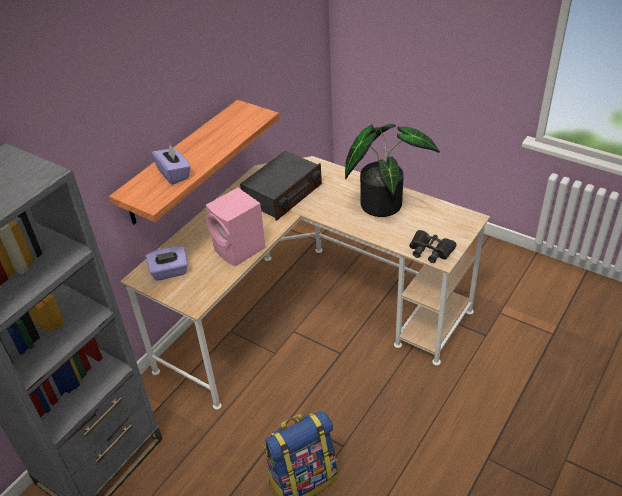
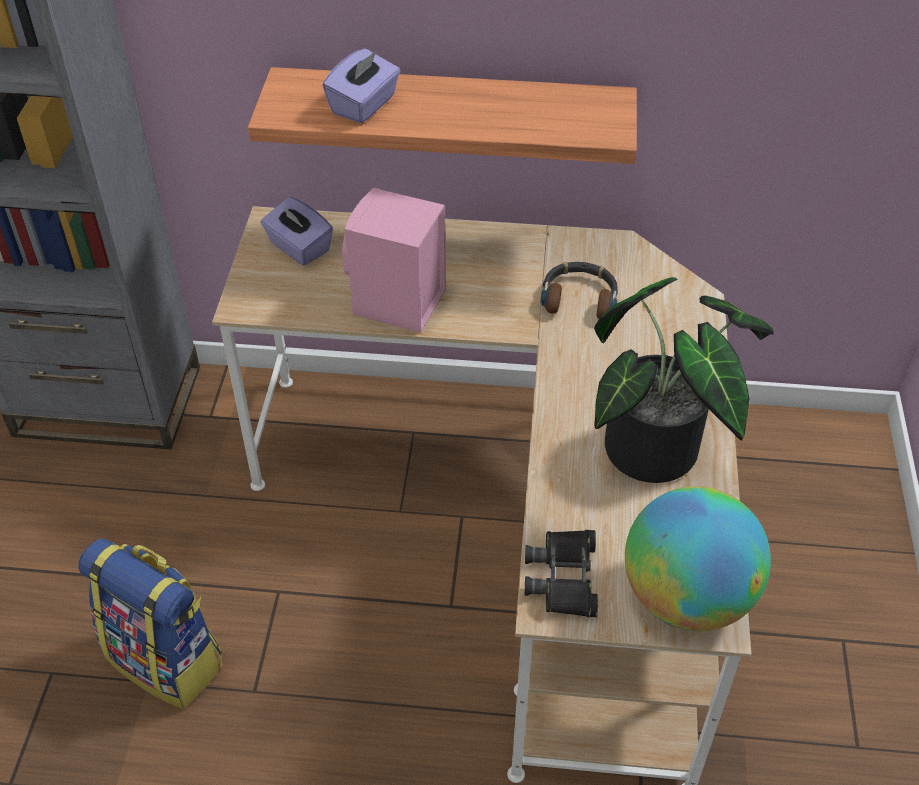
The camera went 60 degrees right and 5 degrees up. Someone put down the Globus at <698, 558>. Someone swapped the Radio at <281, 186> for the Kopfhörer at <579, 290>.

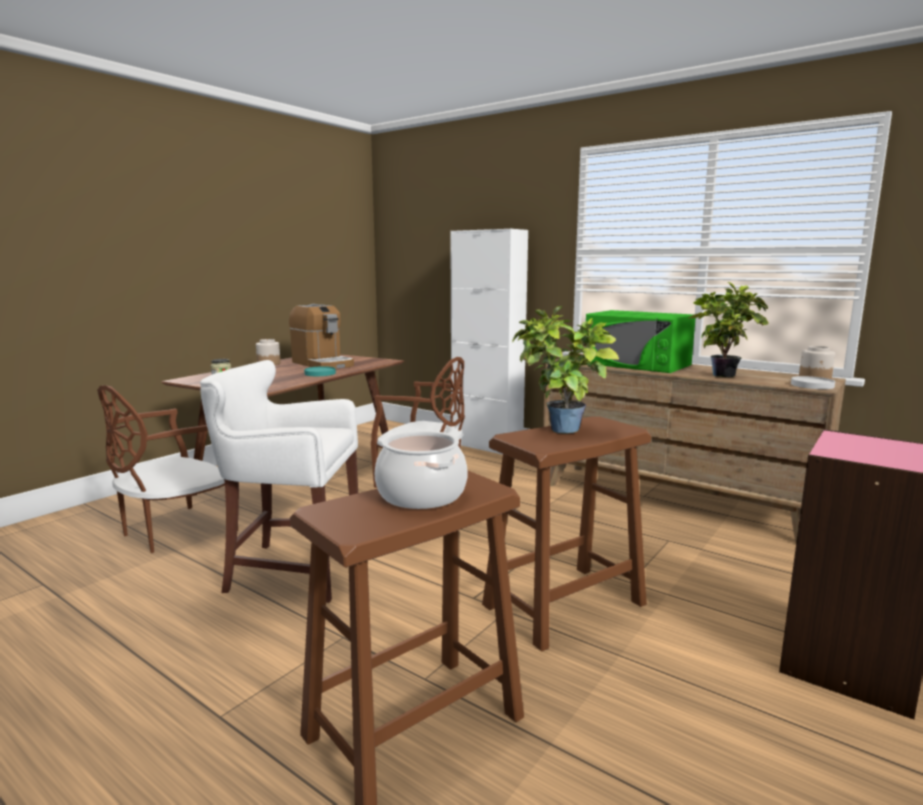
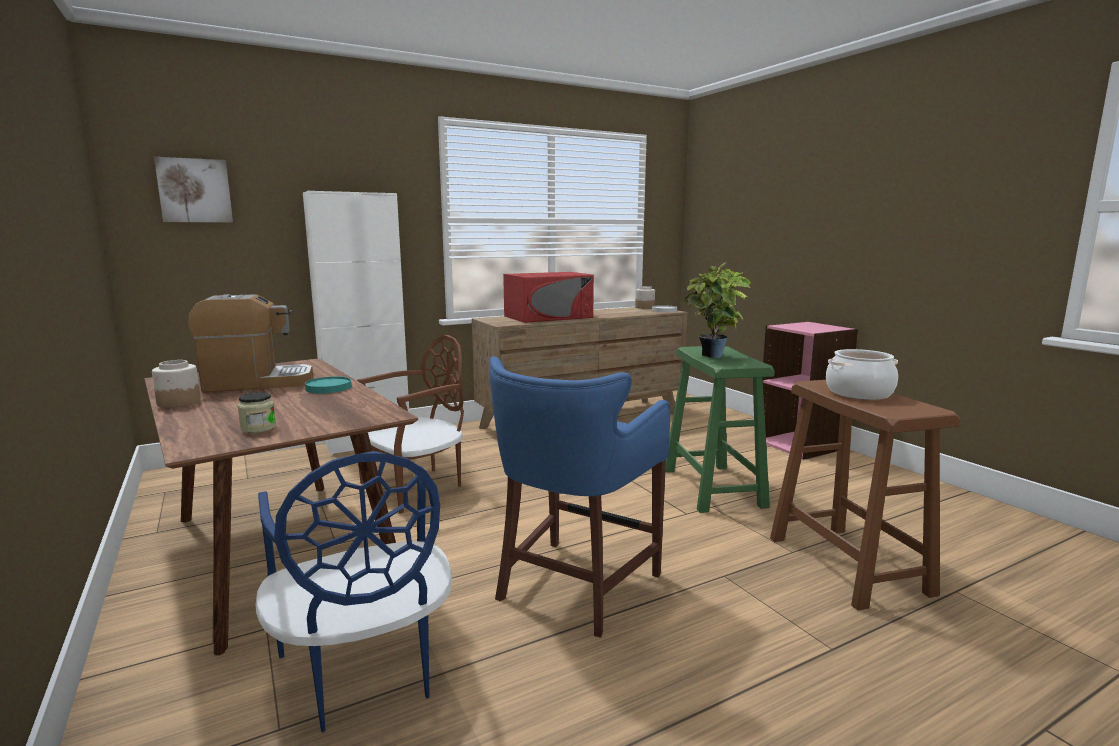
The camera went 65 degrees left and 0 degrees up. Someone took away the Topfpflanze at <728, 329>. Someone put up the Bild at <193, 190>. Someone repainted the Stuhl/braun at <167, 469>, which became the Stuhl/blau at <354, 591>. Someone repainted the Hocker/weiß at <279, 481>, which became the Hocker/blau at <579, 497>. Someone repainted the Hocker/braun at <566, 534>, which became the Hocker/grün at <720, 429>. Someone repainted the Mikrowelle/grün at <641, 341>, which became the Mikrowelle/rot at <548, 297>.

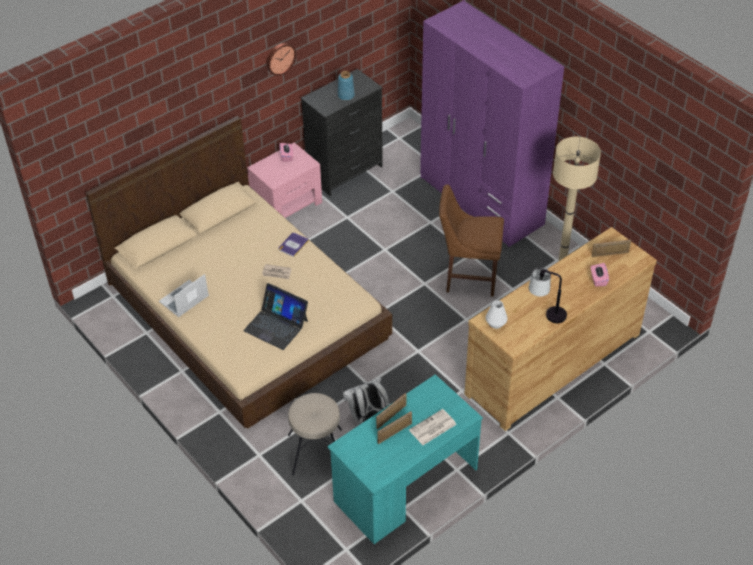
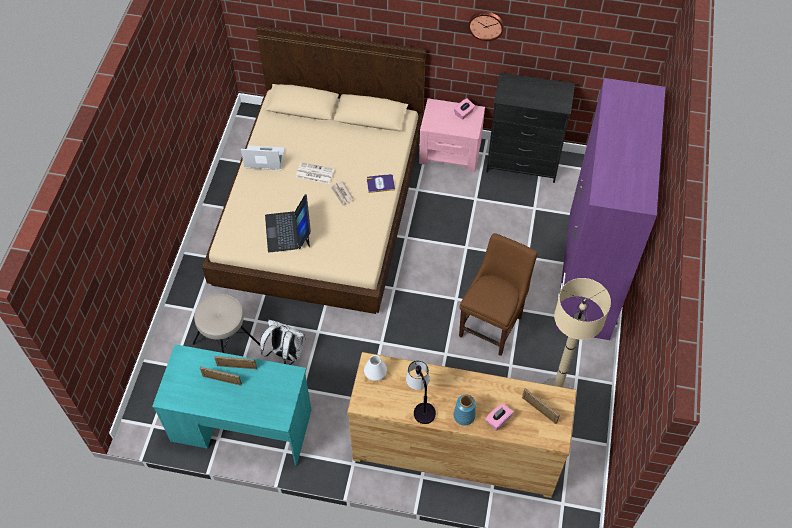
The camera went 50 degrees right and 10 degrees up. Someone carried the Vase/blau from <346, 86> to <465, 410>. Someone carried the Zeitung from <433, 427> to <315, 173>. Someone rotated the Stuhl/braun at <471, 241> by 60 degrees clockwise.

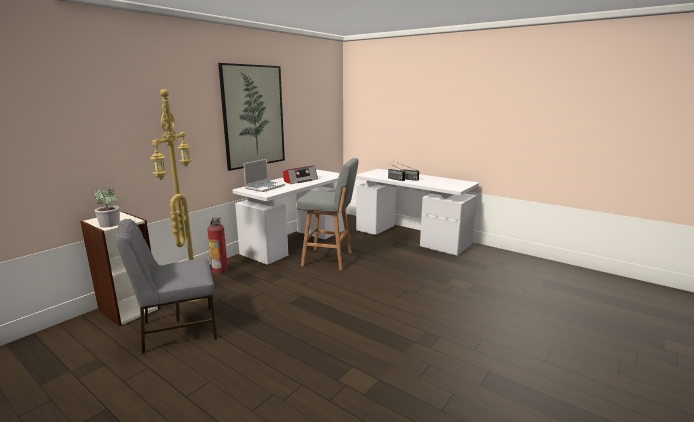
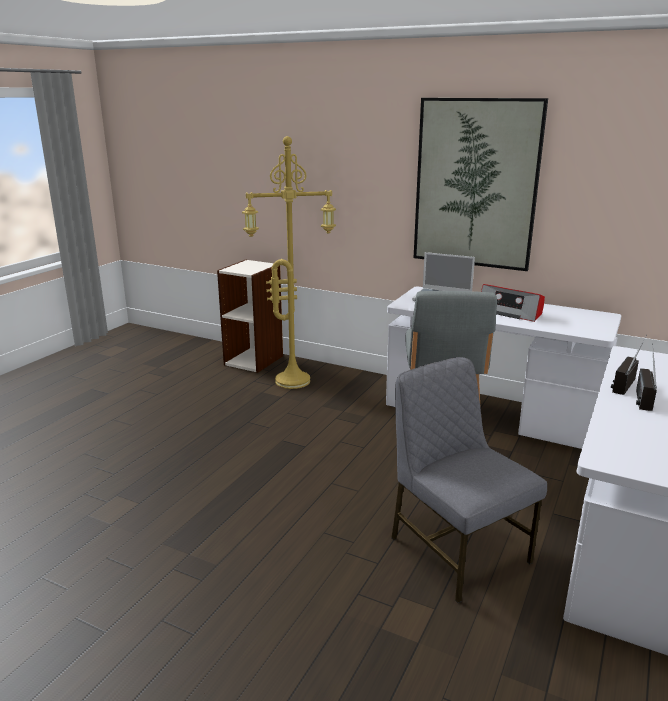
The camera went 80 degrees right and 5 degrees up. Someone took away the Topfpflanze at <107, 207>. Someone took away the Feuerlöscher at <217, 246>. Someone carried the Stuhl/grau from <166, 286> to <469, 480>.

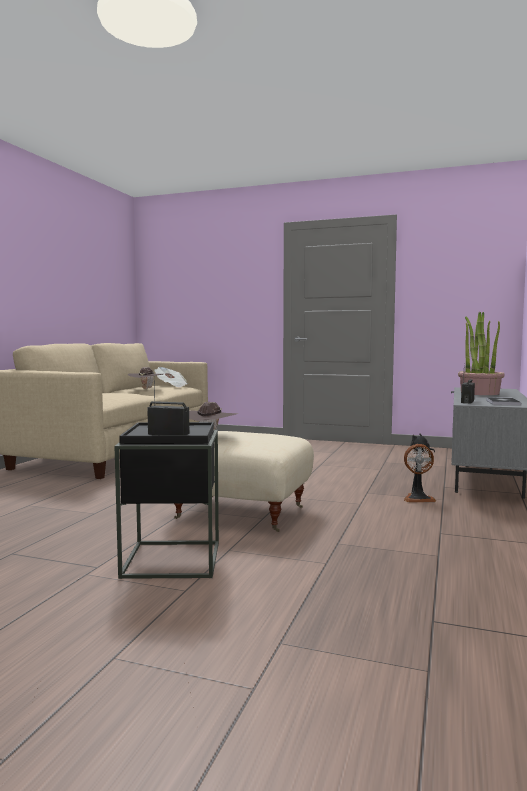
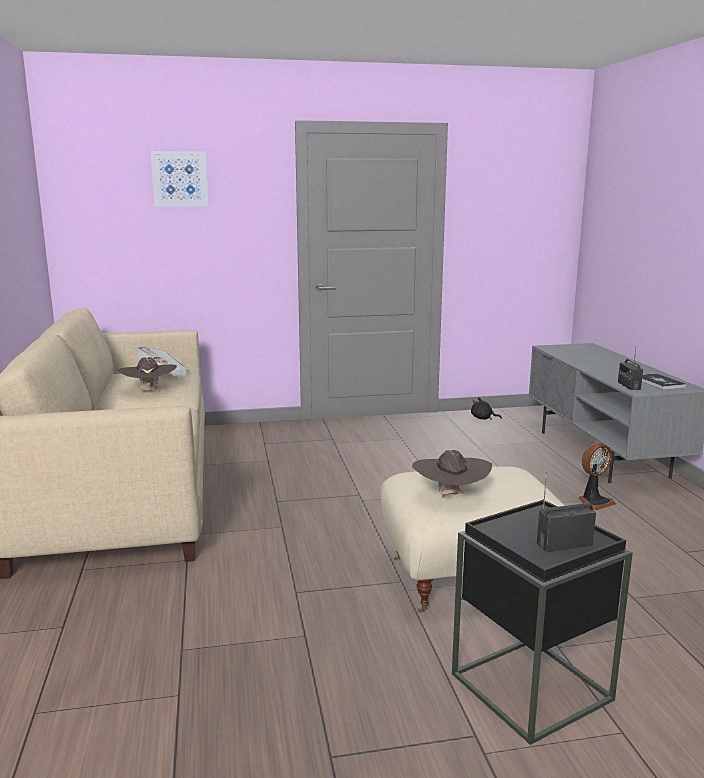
The camera went 30 degrees left and 10 degrees up. Someone took away the Topfpflanze at <481, 353>. Someone put up the Bild at <179, 179>.

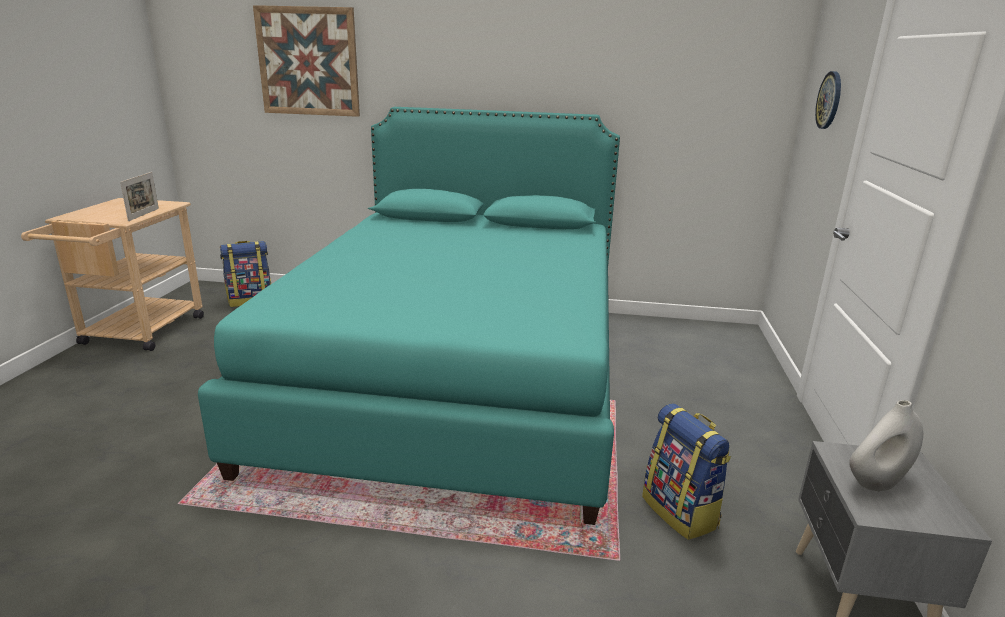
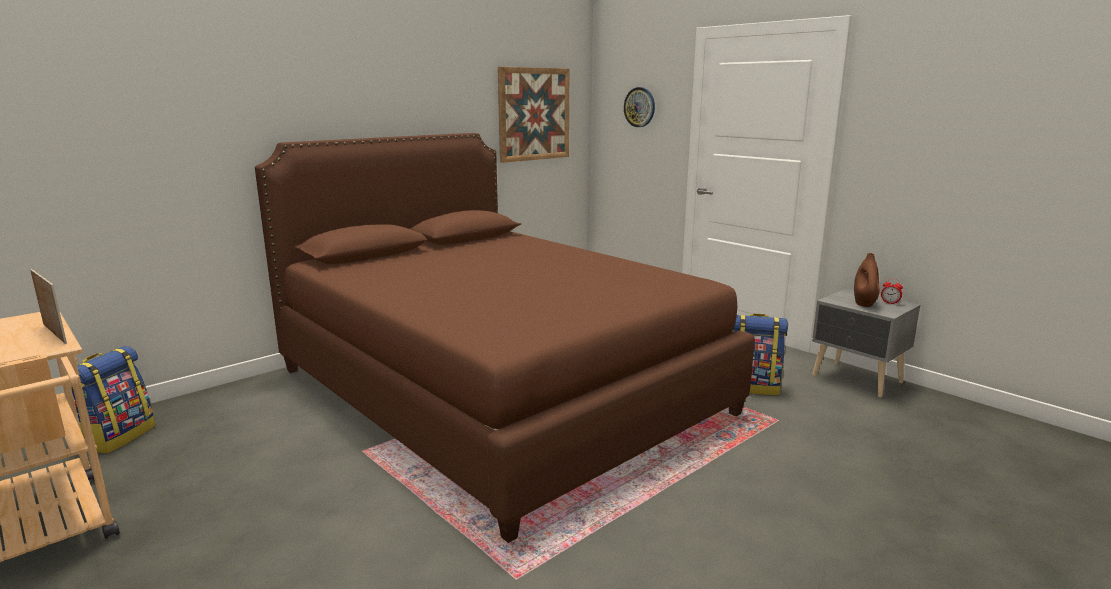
The camera went 50 degrees left and 5 degrees down. Someone put down the Wecker at <892, 292>. Someone carried the Bild from <306, 61> to <533, 115>. Someone repainted the Bett/türkis at <409, 316>, which became the Bett/braun at <505, 338>. Someone repainted the Vase/weiß at <886, 445>, which became the Vase/braun at <867, 280>.

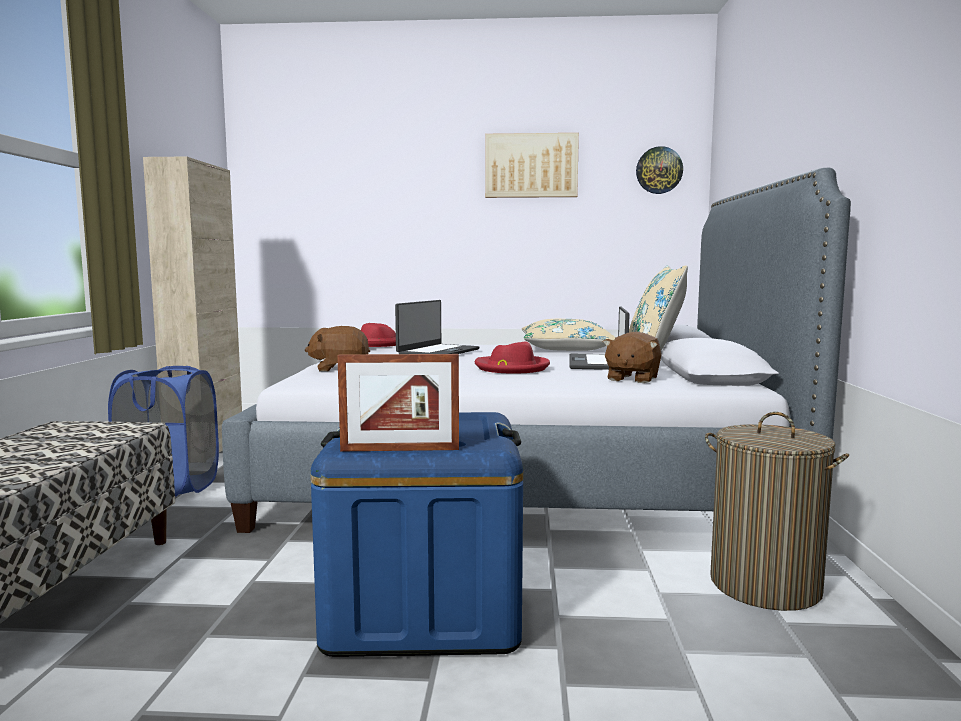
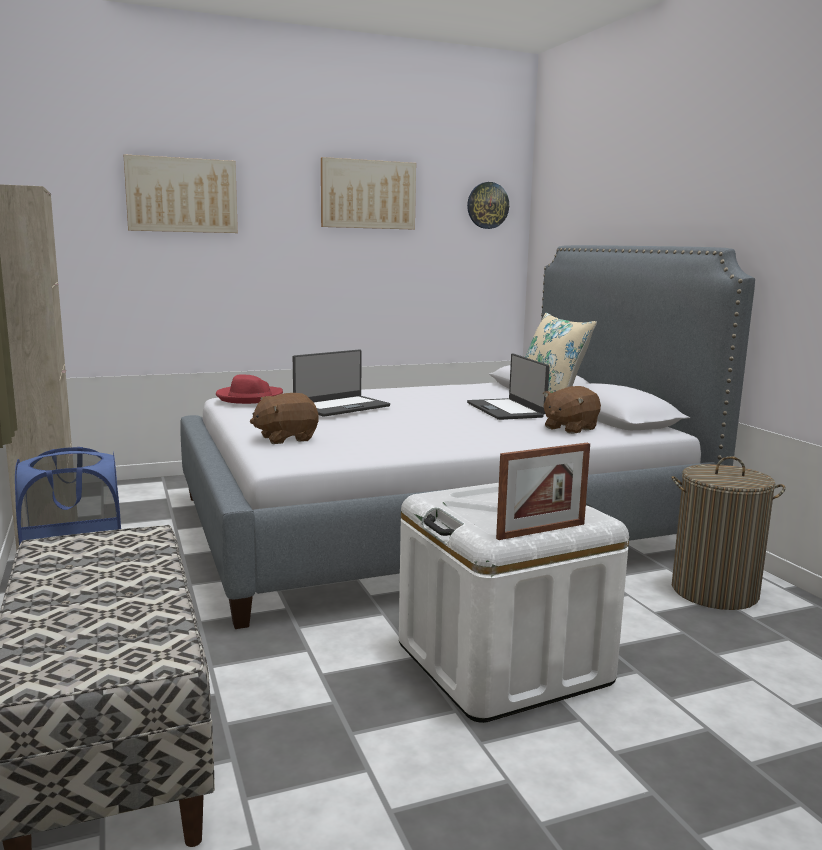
The camera went 25 degrees left and 5 degrees up. Someone took away the Hut/rot at <512, 358>. Someone took away the Kissen/beige at <569, 335>. Someone put up the Bild at <181, 193>. Someone repainted the Aufbewahrungsbox/blau at <417, 534>, which became the Aufbewahrungsbox/weiß at <514, 603>. Someone rotated the Laptop at <437, 327> by 45 degrees clockwise. Someone rotated the Plüschtier/braun at <632, 357> by 45 degrees clockwise.

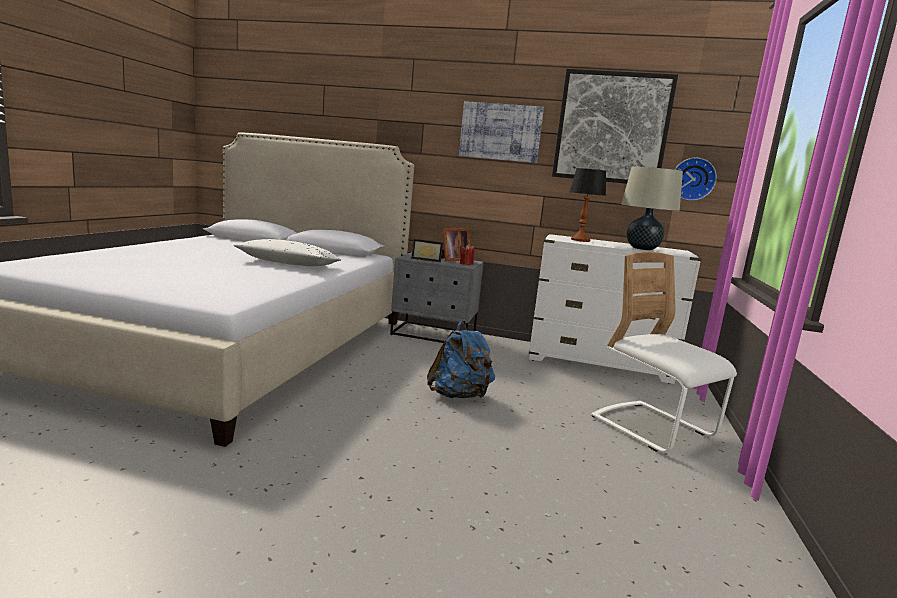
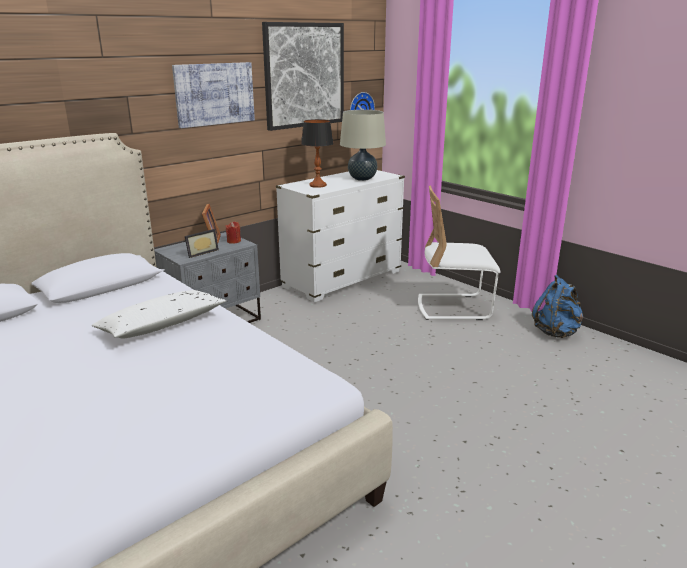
The camera went 55 degrees left and 10 degrees up. Someone carried the Rucksack/blau from <461, 360> to <557, 306>.

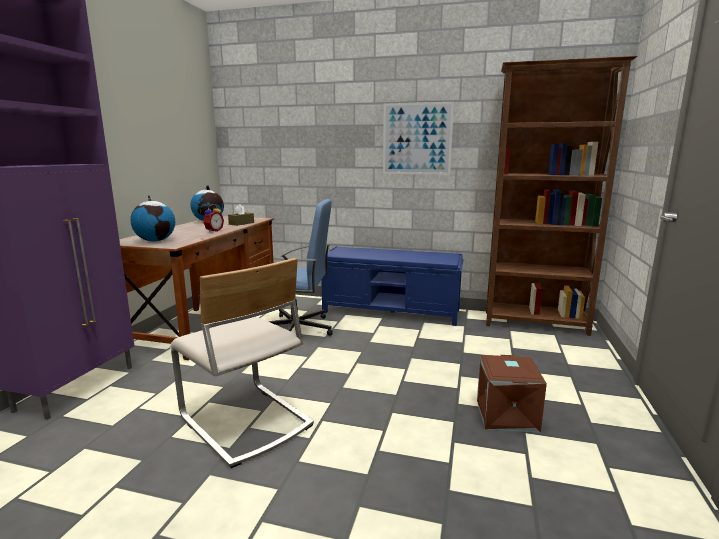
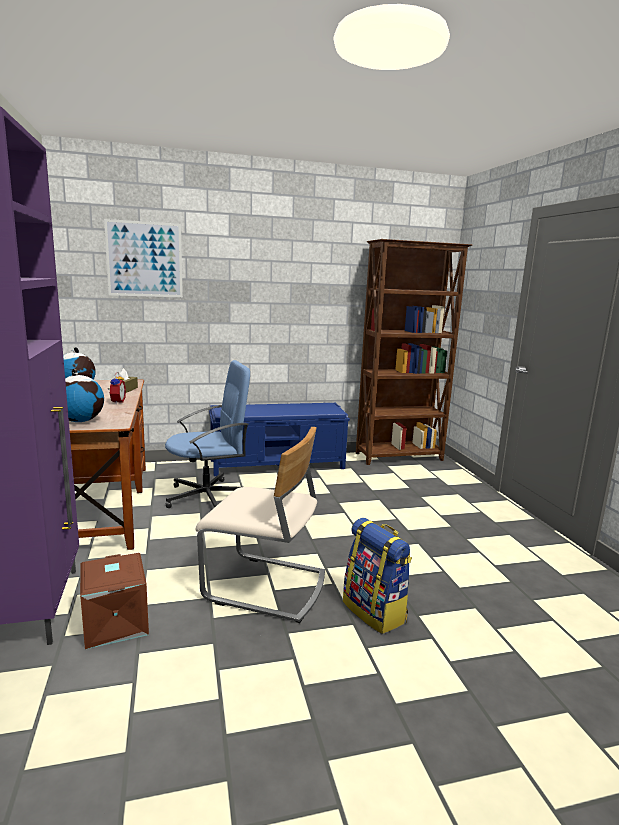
The camera went 30 degrees left and 0 degrees up. Someone put down the Rucksack at <377, 576>. Someone carried the Bild from <418, 138> to <143, 258>. Someone carried the Aufbewahrungsbox/braun from <512, 394> to <114, 601>.

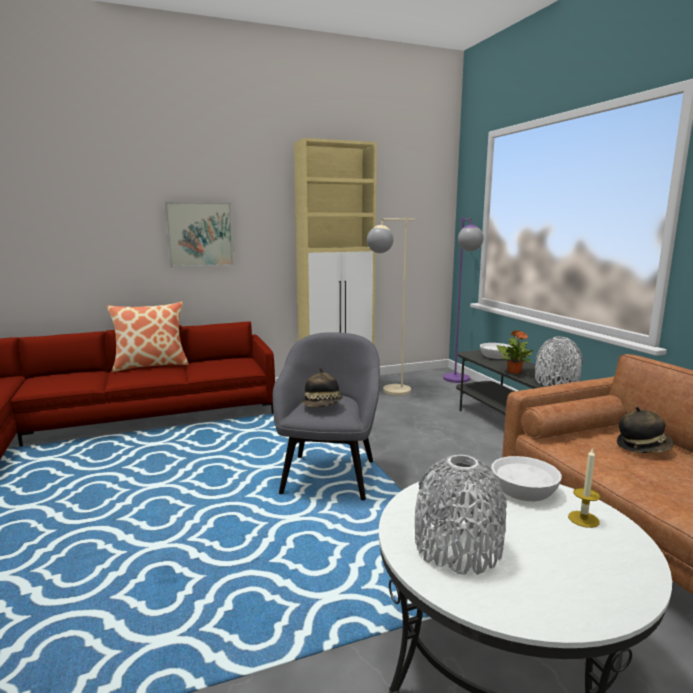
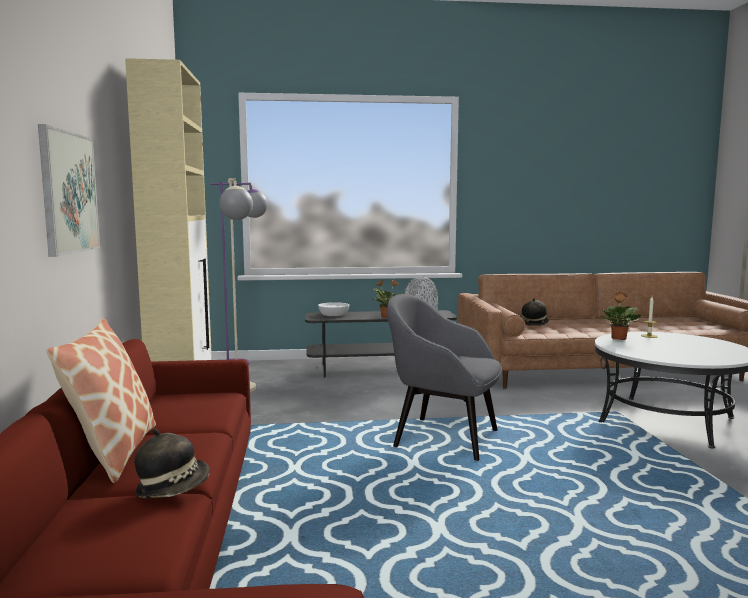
The camera went 75 degrees left and 5 degrees down. Someone took away the Vase/grau at <461, 515>. Someone carried the Hut from <322, 387> to <172, 464>. Someone swapped the Schüssel/weiß at <526, 478> for the Topfpflanze at <620, 316>.

